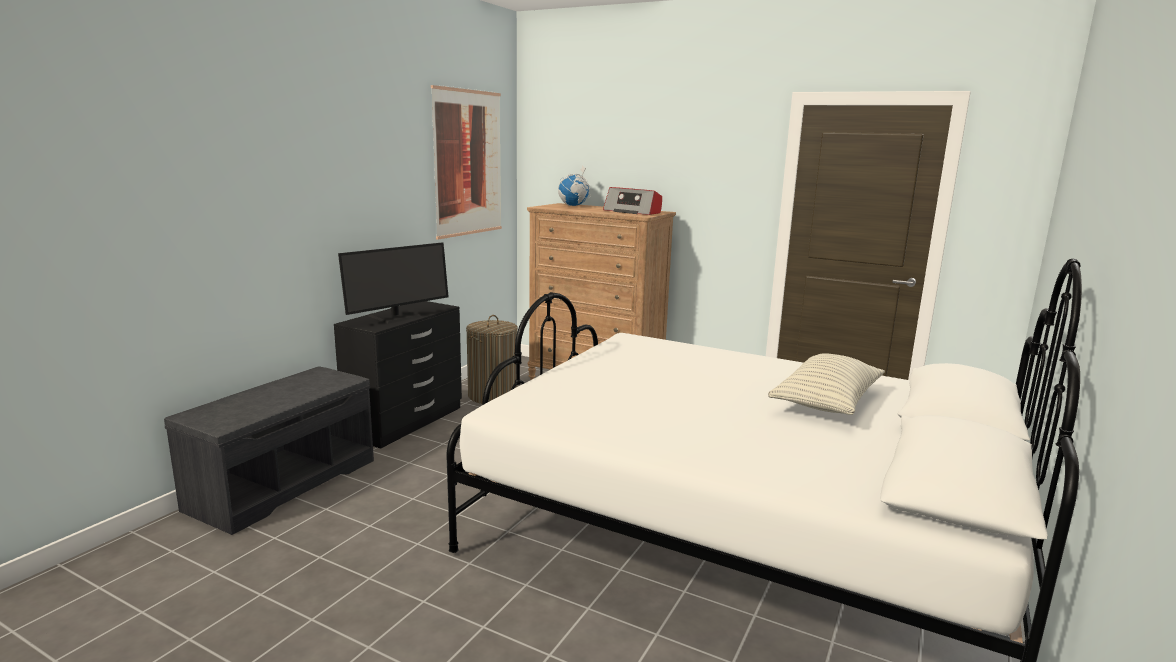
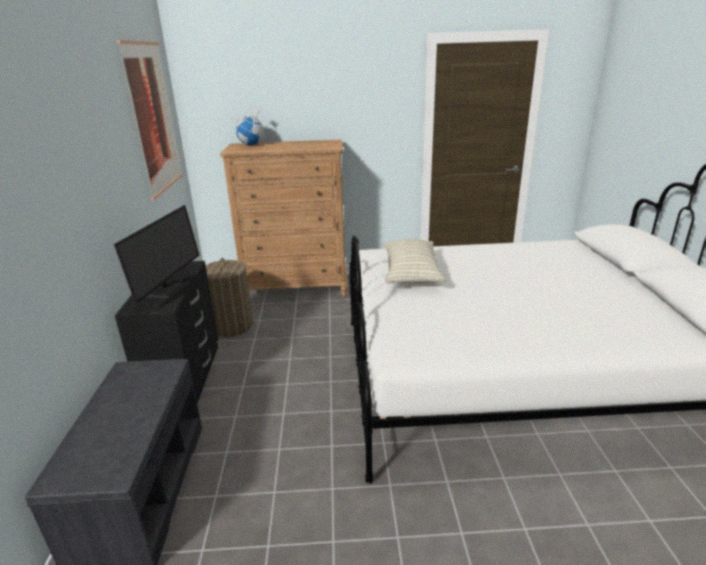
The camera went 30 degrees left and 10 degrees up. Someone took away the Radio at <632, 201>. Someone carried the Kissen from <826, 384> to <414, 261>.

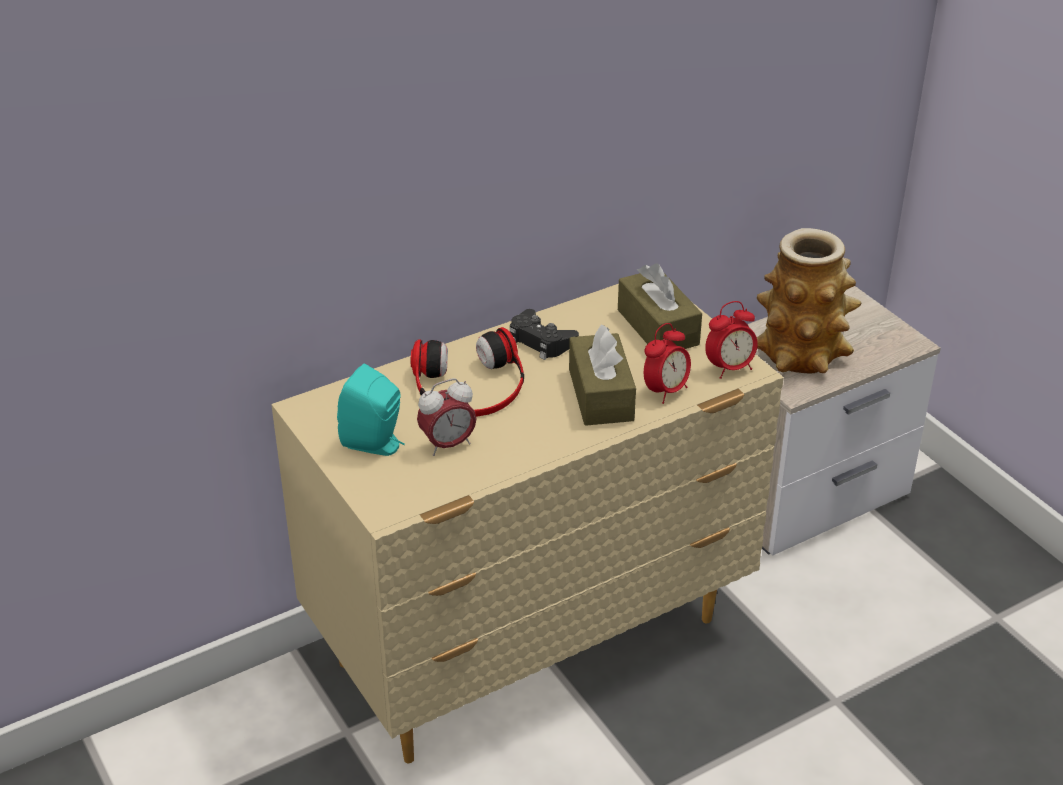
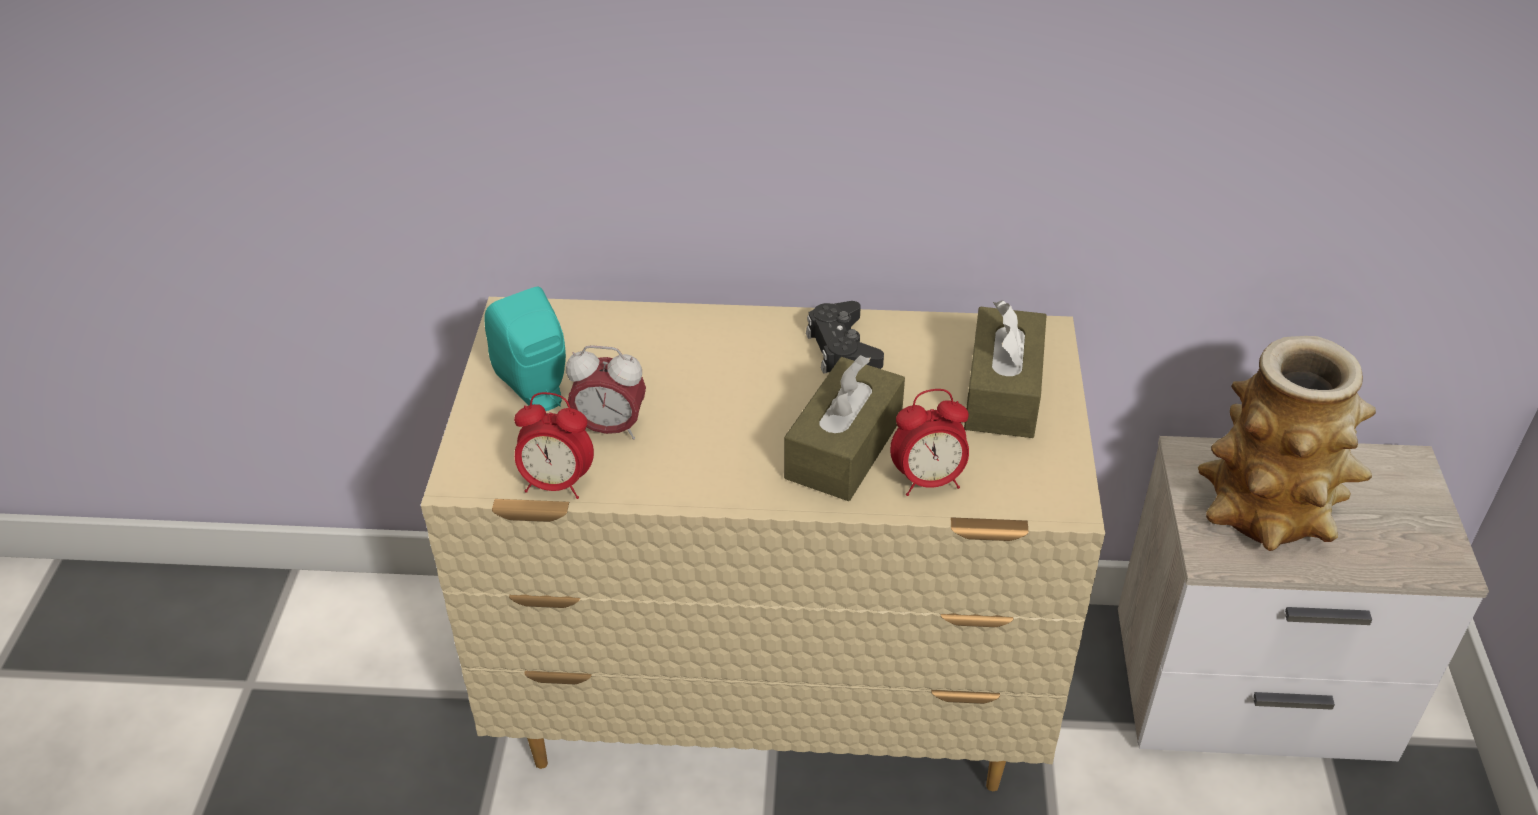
The camera went 35 degrees right and 5 degrees up. Someone took away the Kopfhörer at <467, 372>. Someone carried the Wecker from <731, 340> to <554, 445>.

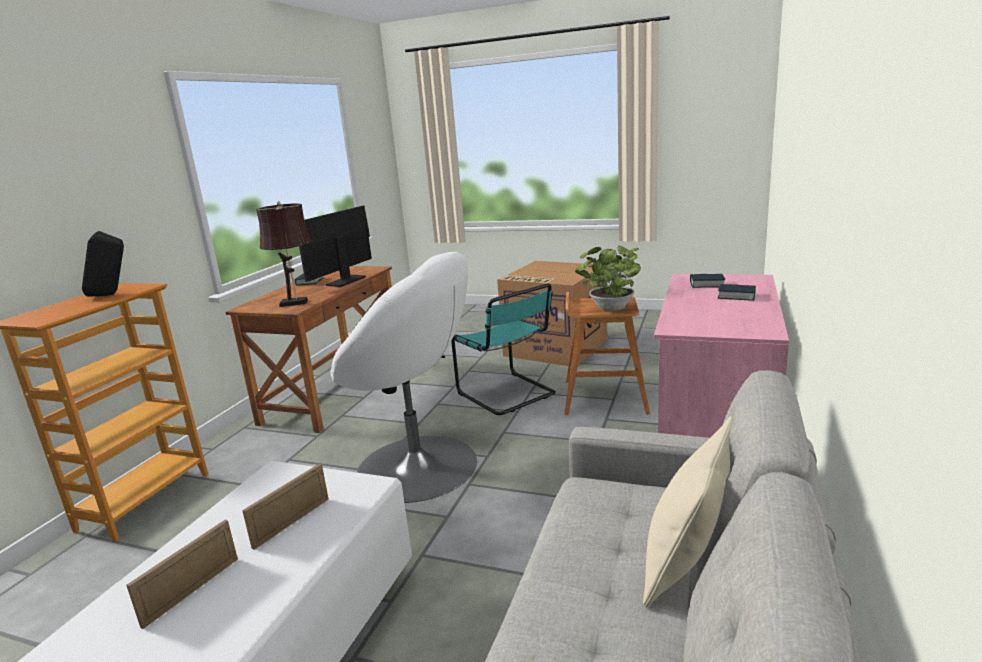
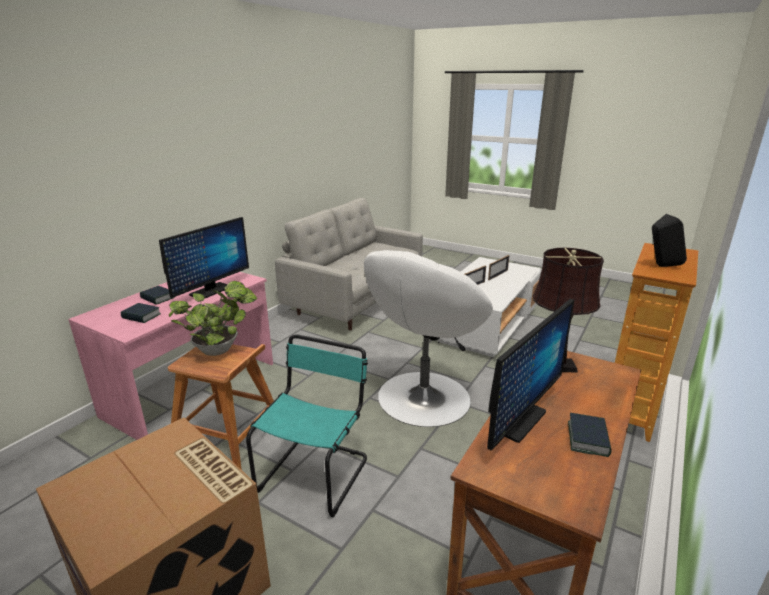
The camera went 170 degrees left and 5 degrees up. Someone took away the Kissen/beige at <688, 511>. Someone put down the Monitor at <204, 258>. Someone rotated the Sessel/weiß at <403, 377> by 90 degrees counterclockwise. Someone rotated the Stuhl/türkis at <503, 349> by 45 degrees clockwise.

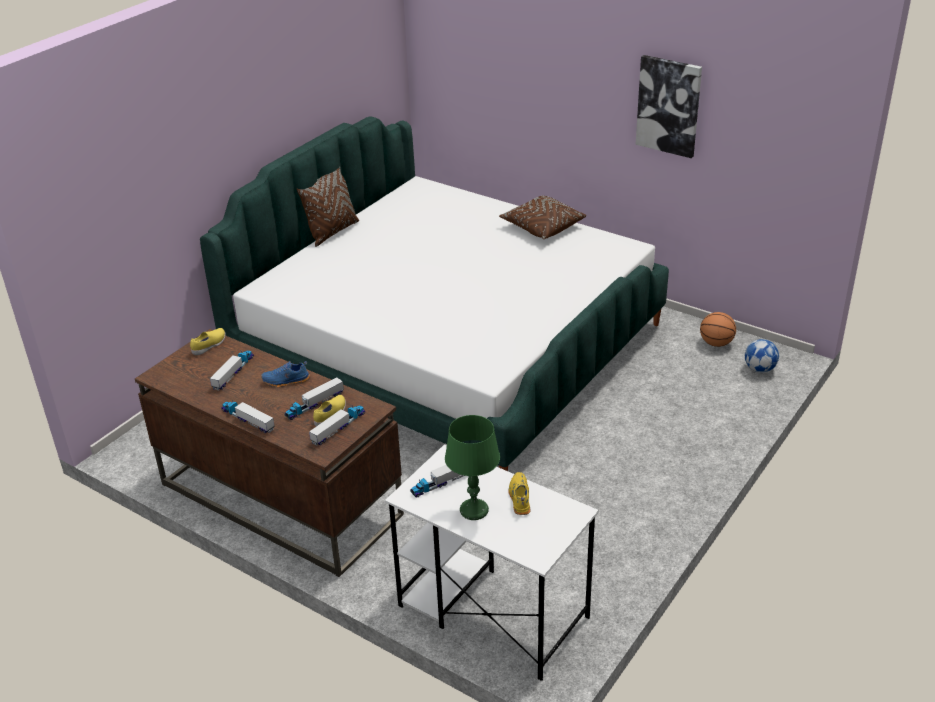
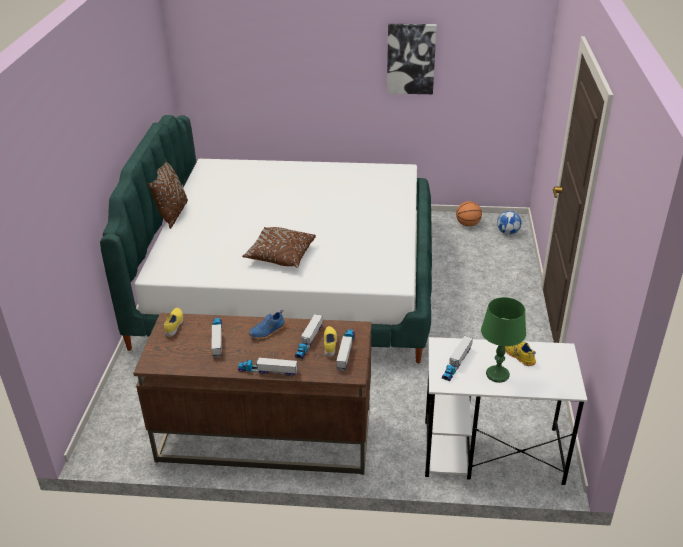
The camera went 30 degrees left and 0 degrees up. Someone carried the Kissen/braun from <542, 217> to <279, 247>.

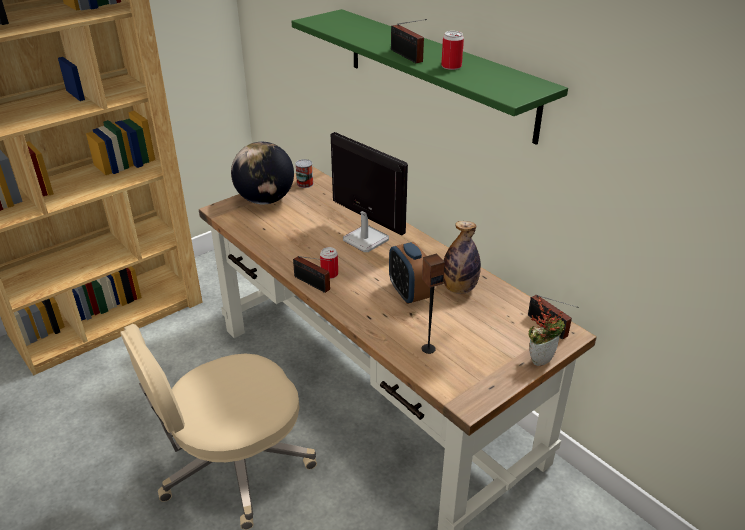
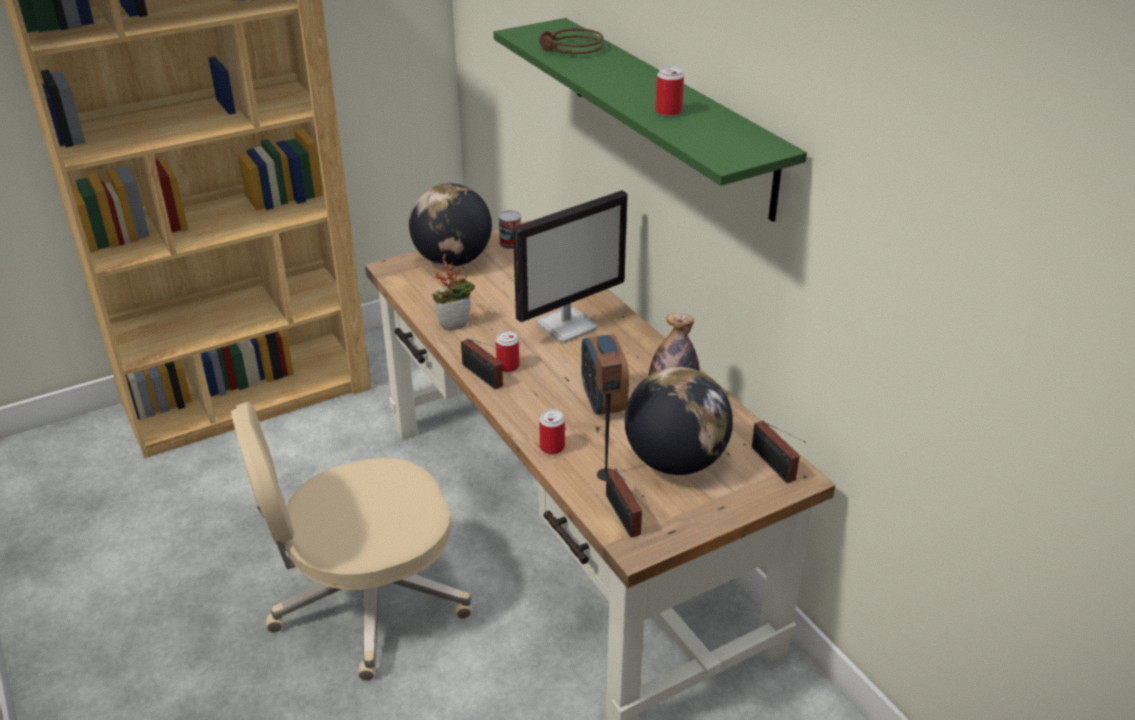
The camera went 10 degrees right and 0 degrees up. Someone put down the Kopfhörer/braun at <571, 41>. Someone put down the Dose at <552, 432>. Someone put down the Globus at <679, 421>. Someone carried the Radio from <409, 41> to <625, 503>. Someone carried the Topfpflanze from <546, 331> to <453, 292>. Someone rotated the Monitor at <369, 192> by 90 degrees clockwise.

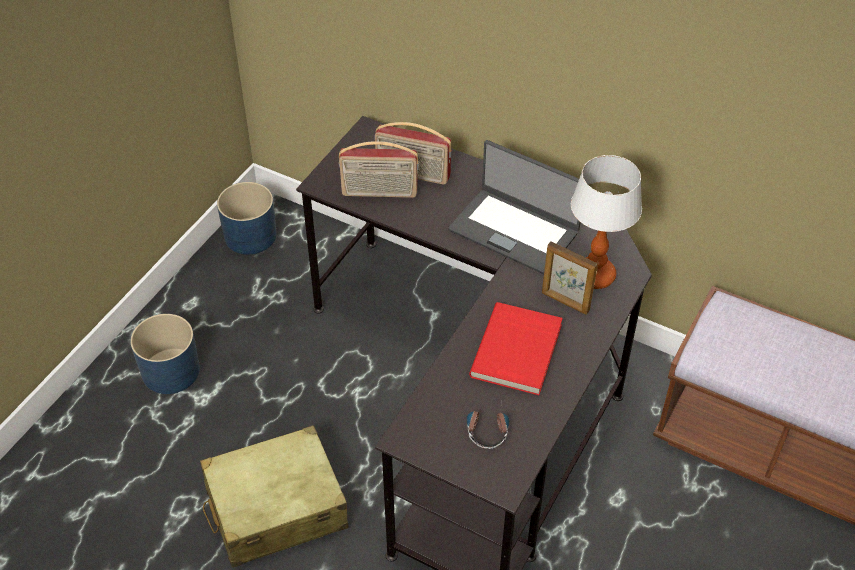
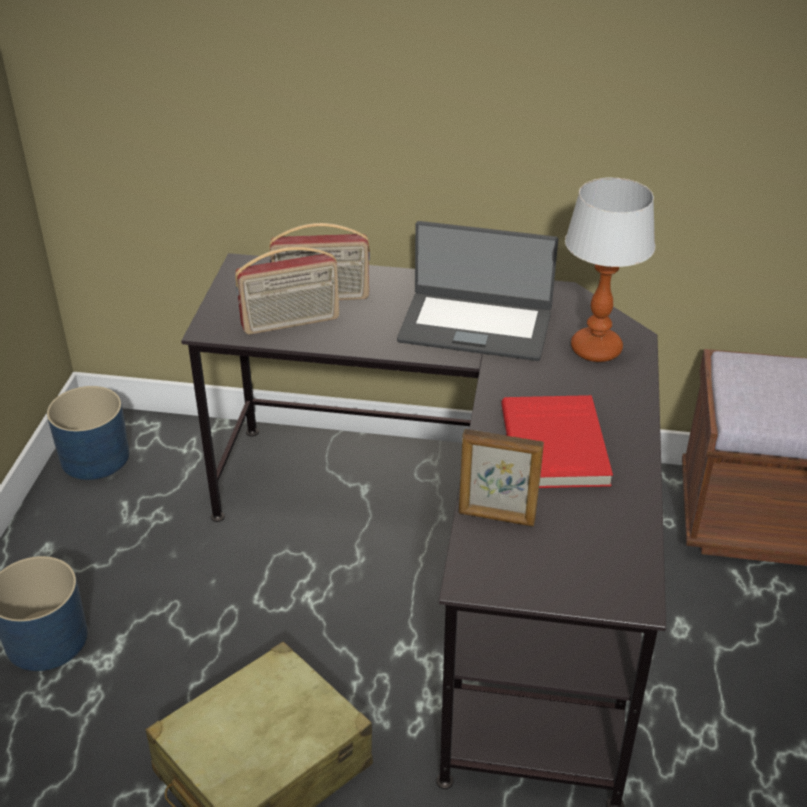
The camera went 20 degrees left and 10 degrees down. Someone took away the Kopfhörer at <488, 426>. Someone carried the Bilderrahmen from <570, 278> to <501, 477>.

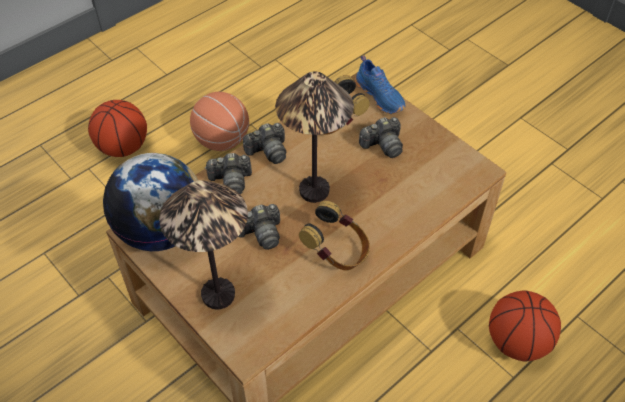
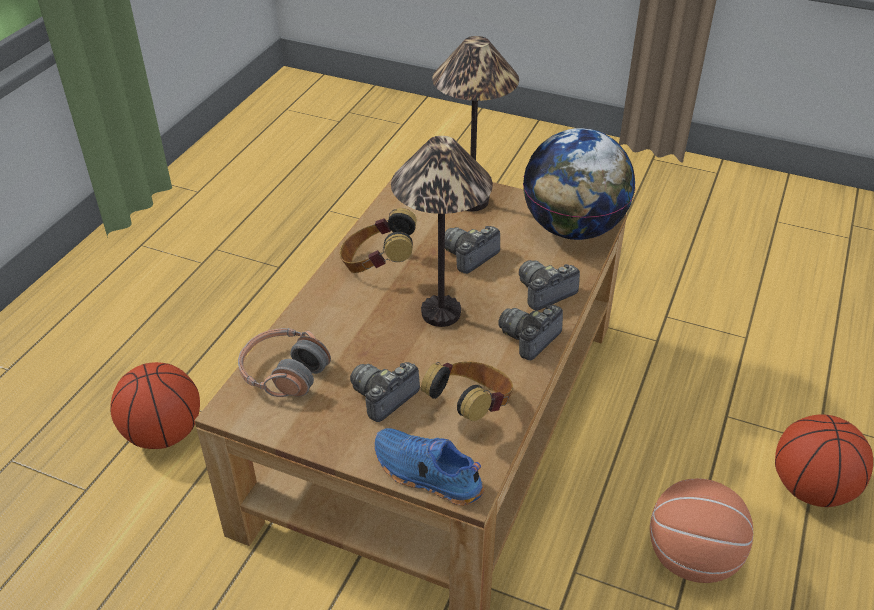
The camera went 155 degrees right and 10 degrees down. Someone put down the Kopfhörer at <284, 362>.

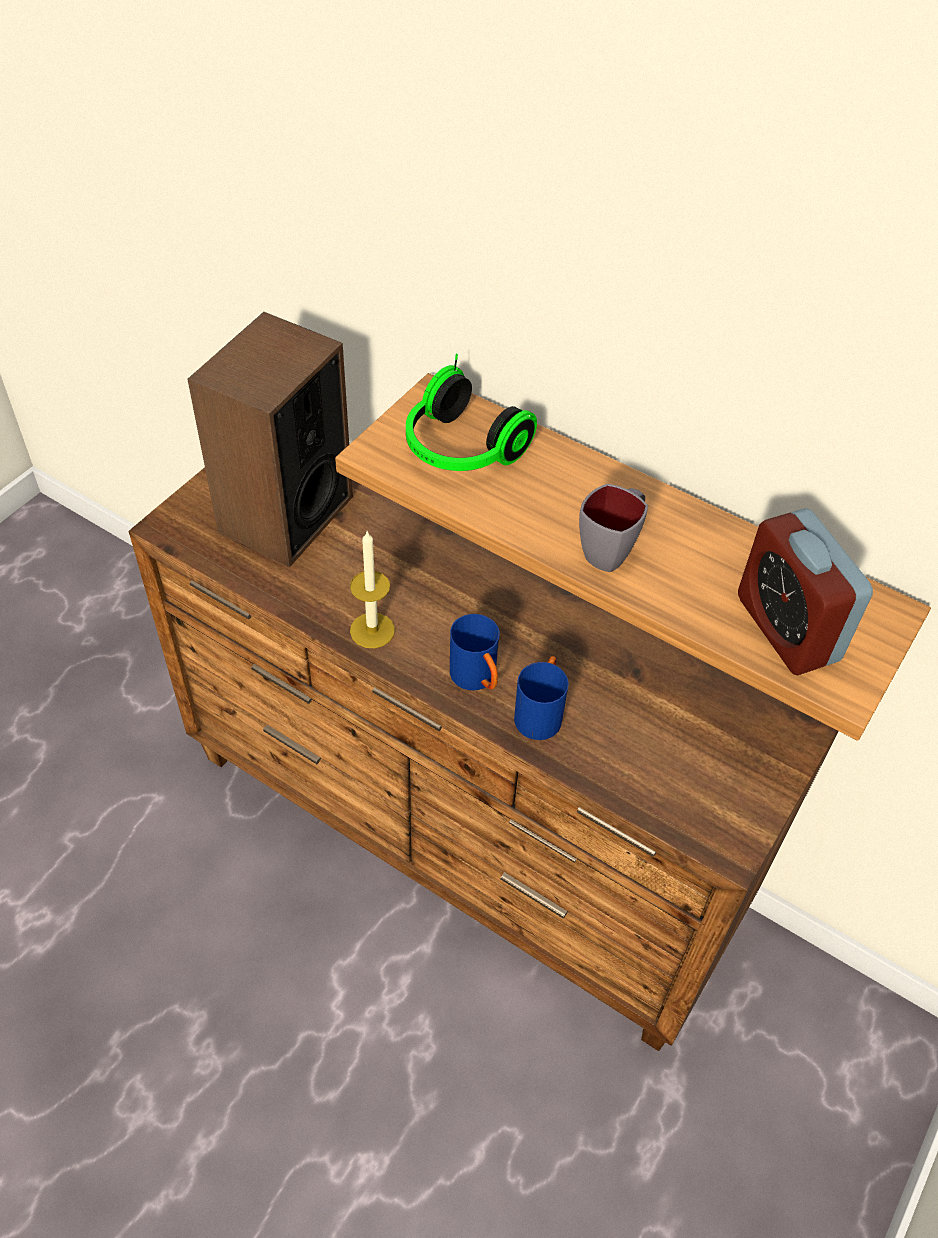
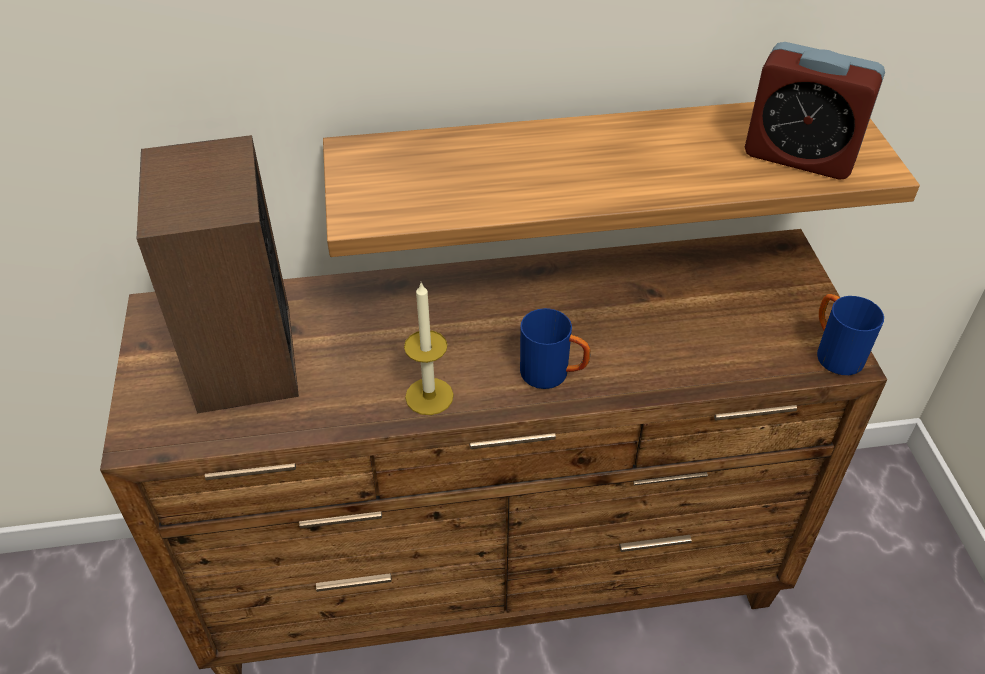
The camera went 40 degrees left and 5 degrees down. Someone took away the Kopfhörer at <471, 412>. Someone took away the Henkelbecher/grau at <613, 528>. Someone carried the Henkelbecher/blau from <541, 698> to <850, 334>.

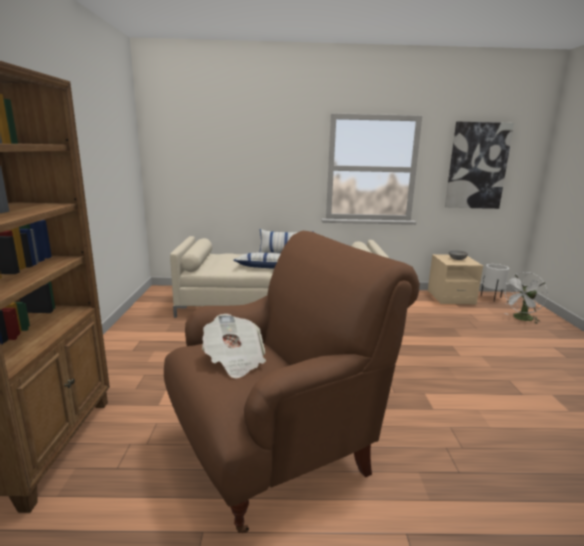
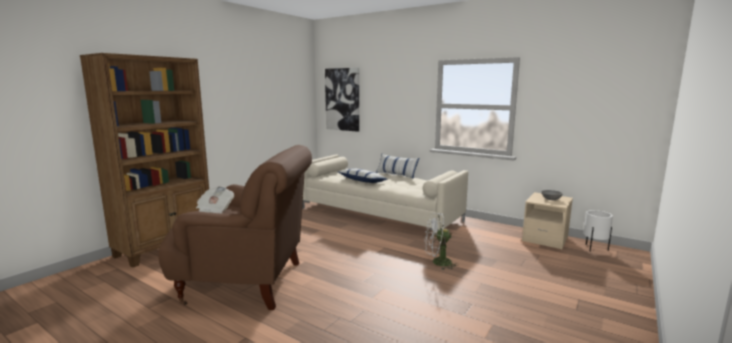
The camera went 35 degrees right and 5 degrees down. Someone carried the Bild from <479, 165> to <342, 100>. Someone carried the Ventilator/weiß from <525, 298> to <441, 241>.

